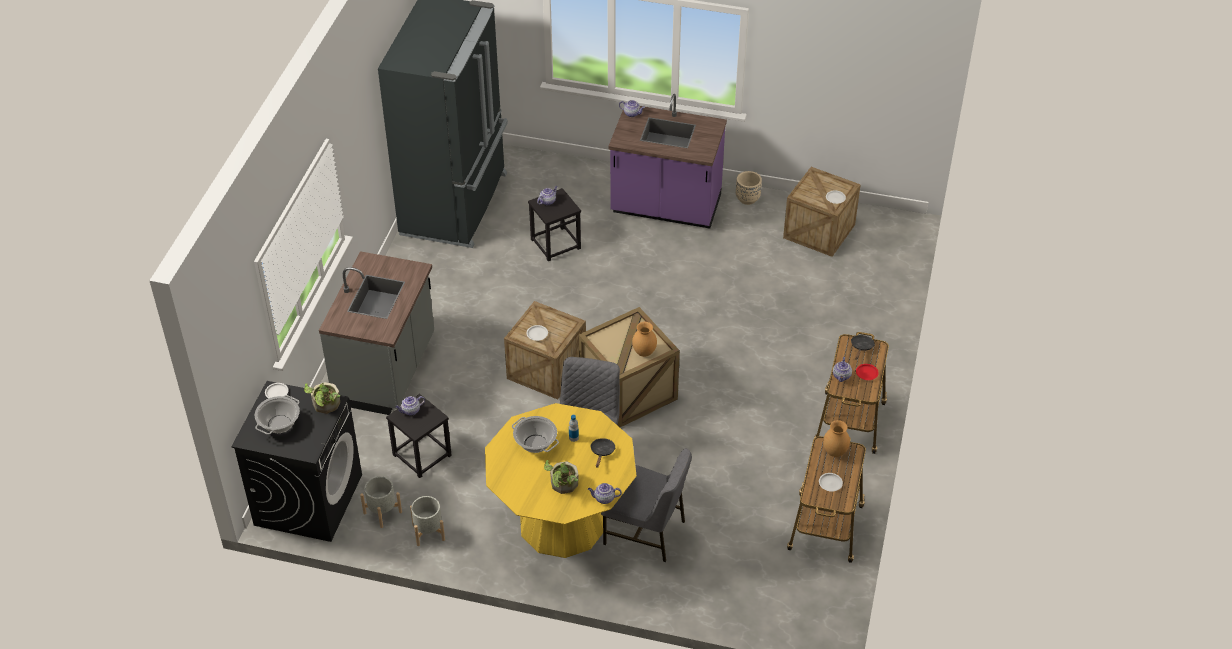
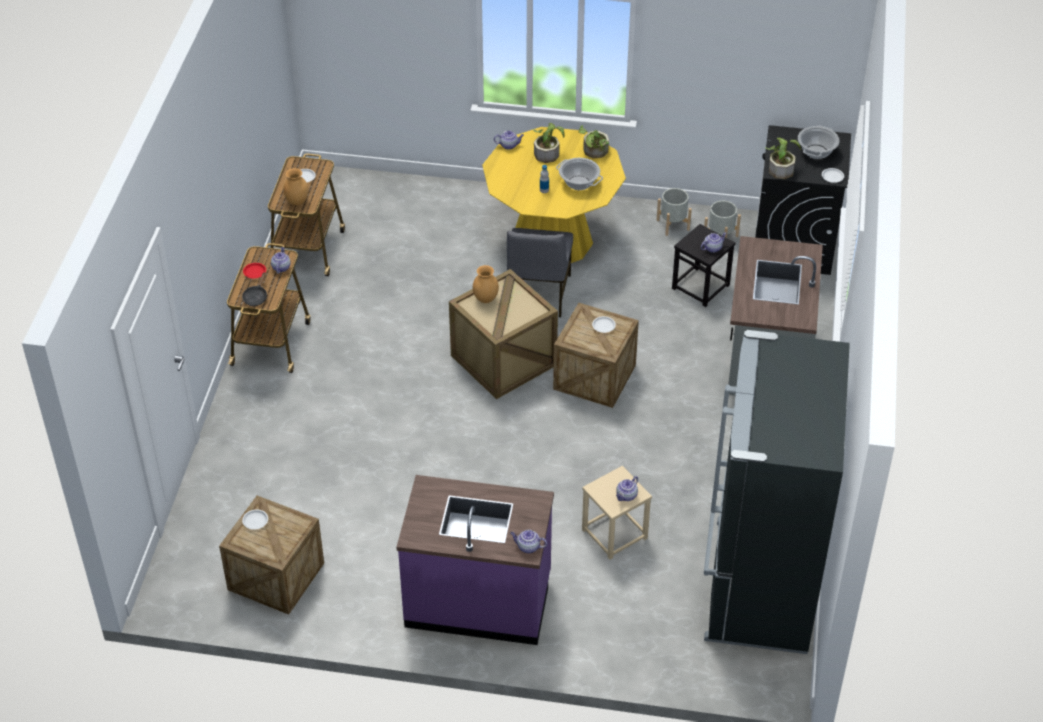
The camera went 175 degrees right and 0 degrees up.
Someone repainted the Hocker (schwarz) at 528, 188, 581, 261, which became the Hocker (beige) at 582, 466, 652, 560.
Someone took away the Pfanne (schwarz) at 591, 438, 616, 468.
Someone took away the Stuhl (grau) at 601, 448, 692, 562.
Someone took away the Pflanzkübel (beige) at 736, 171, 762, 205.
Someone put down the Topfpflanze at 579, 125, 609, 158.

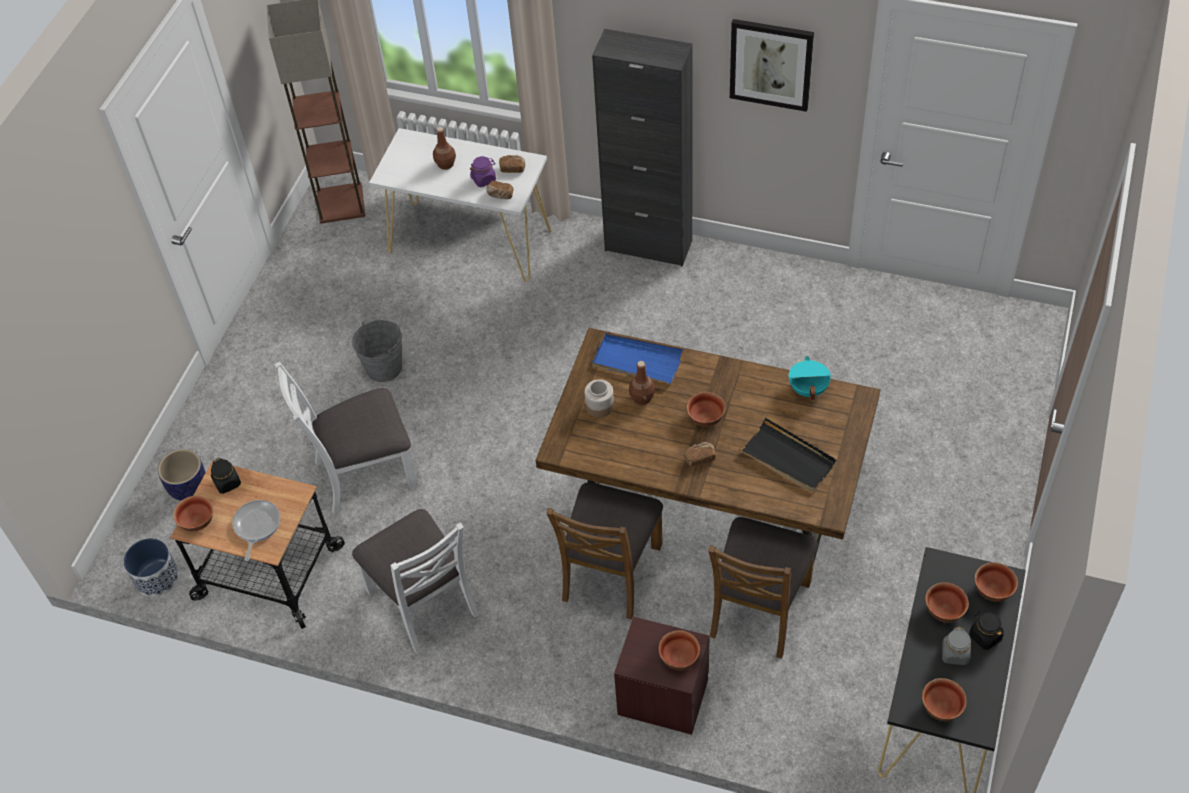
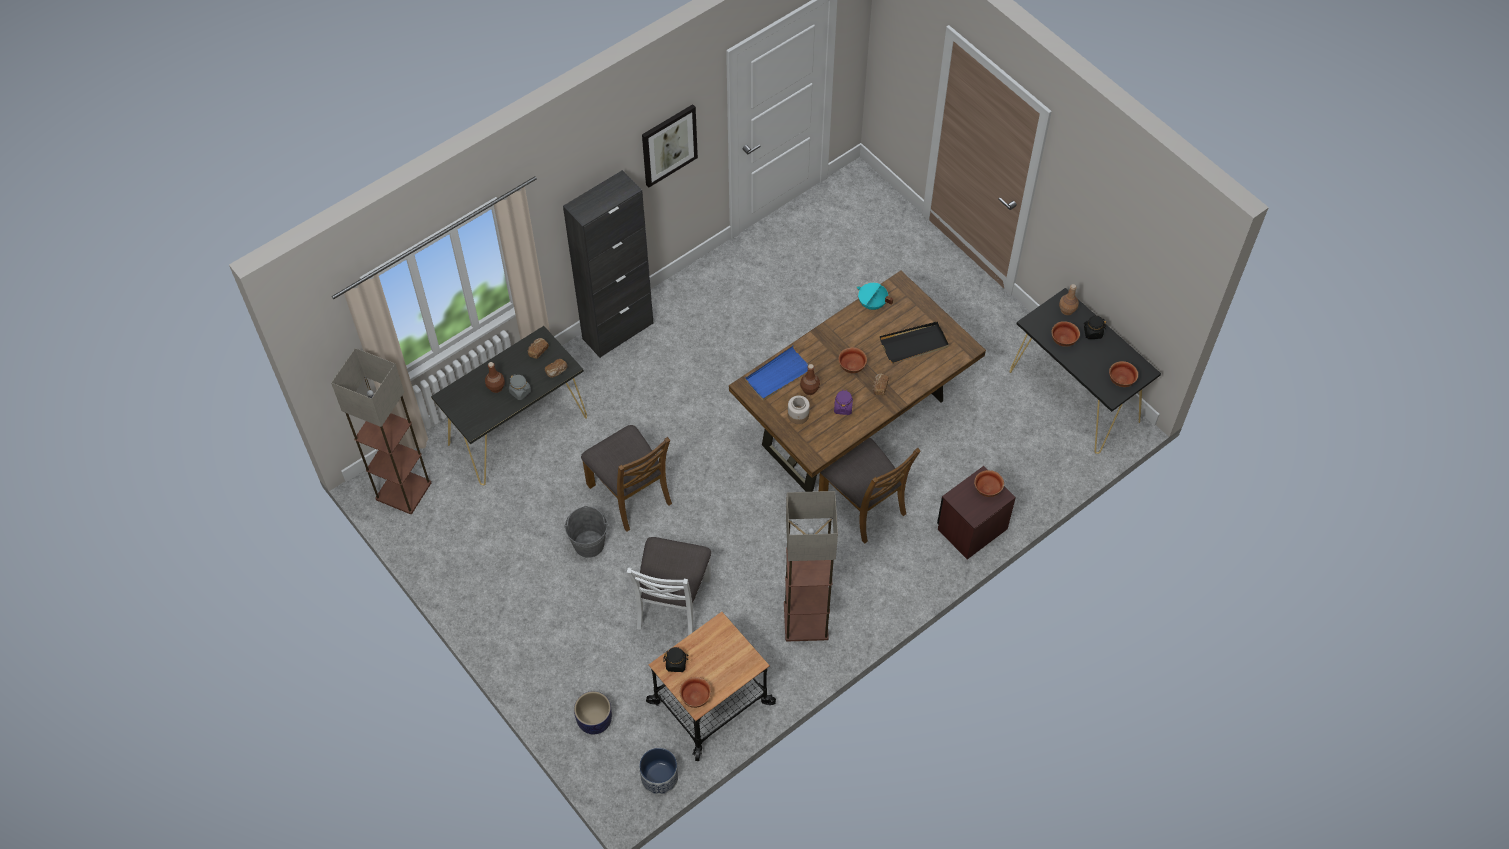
The camera went 60 degrees left and 5 degrees up.
Someone took away the Pfanne at 232, 500, 280, 561.
Someone swapped the Stuhl (weiß) at 352, 509, 479, 654 for the Stehlampe at 784, 491, 838, 641.
Someone repainted the Konsolentisch (weiß) at 369, 128, 551, 282, which became the Konsolentisch (schwarz) at 431, 326, 587, 485.
Someone carried the Vorratsglas (lila) from 470, 156, 496, 187 to 834, 390, 853, 415.
Someone carried the Stuhl (braun) from 708, 517, 818, 659 to 581, 425, 672, 532.
Someone carried the Vorratsglas (grau) from 942, 627, 971, 665 to 509, 375, 531, 400.
Someone swapped the Schüssel at 974, 562, 1018, 602 for the Flasche (braun) at 1059, 284, 1079, 315.

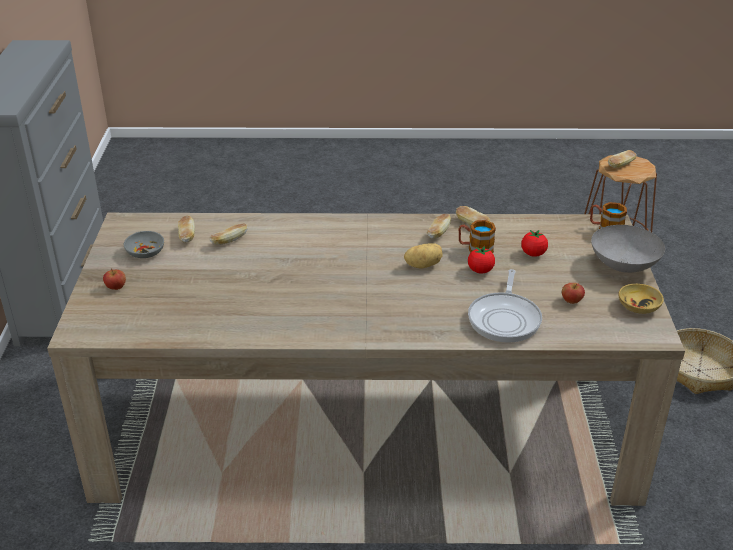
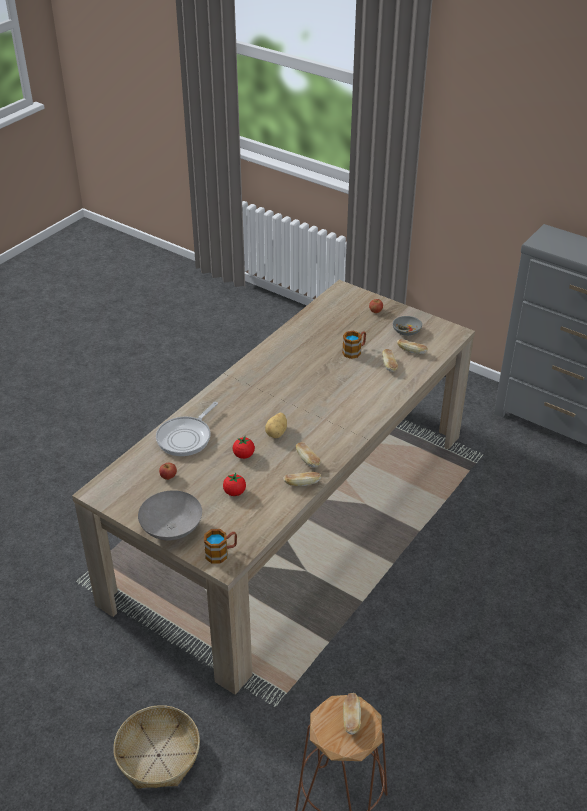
The camera went 125 degrees right and 5 degrees up.
Someone carried the Henkelbecher from 459, 220, 496, 253 to 342, 331, 366, 359.
Someone rotated the Pfanne at 468, 269, 542, 343 by 105 degrees counterclockwise.
Someone took away the Schüssel (beige) at 618, 284, 664, 314.

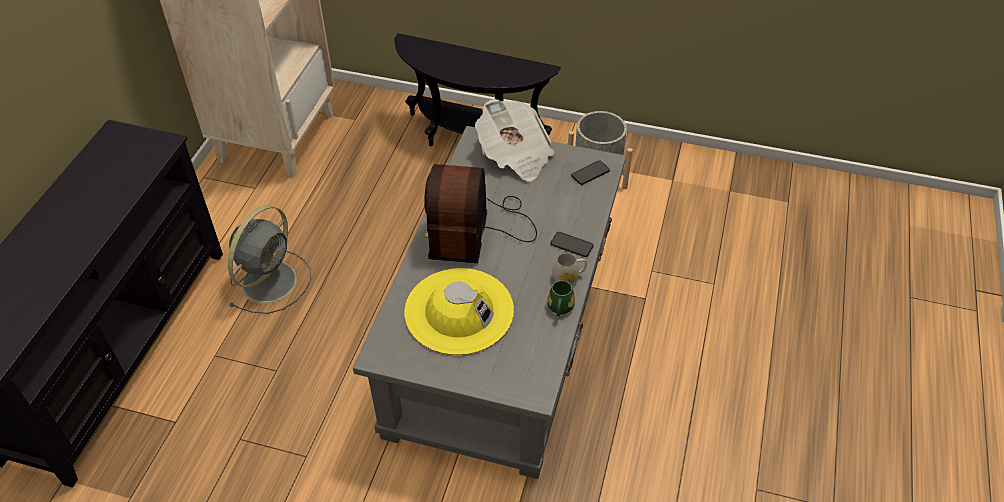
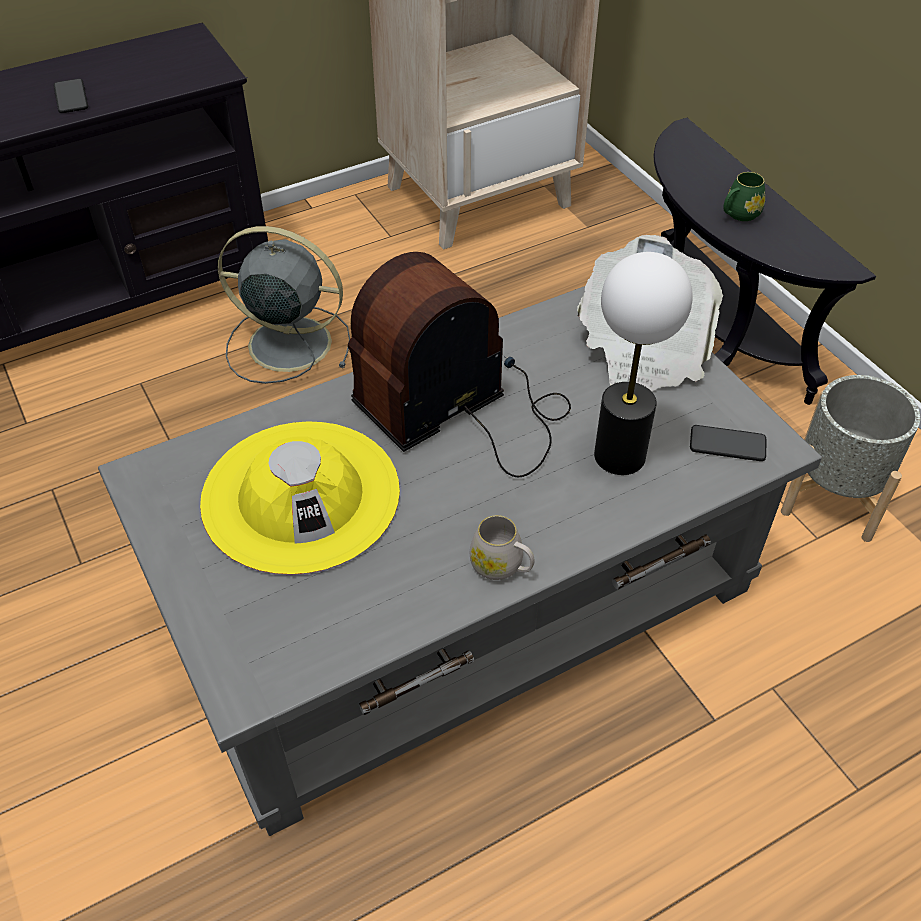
The camera went 45 degrees right and 0 degrees up.
Someone rotated the Ventilator (grau) at 228, 206, 311, 314 by 150 degrees counterclockwise.
Someone carried the Henkelbecher (grün) from 547, 281, 575, 316 to 723, 172, 765, 221.
Someone carried the Handy from 550, 232, 594, 257 to 54, 79, 88, 113.
Someone put down the Tischlampe at 594, 252, 693, 475.

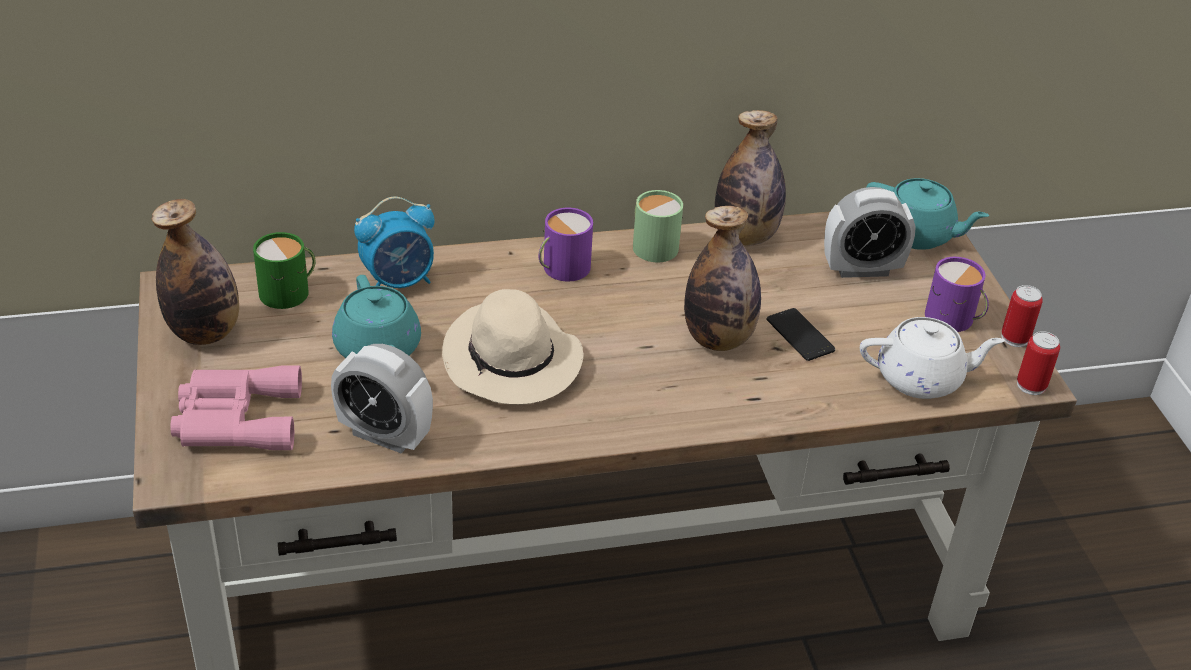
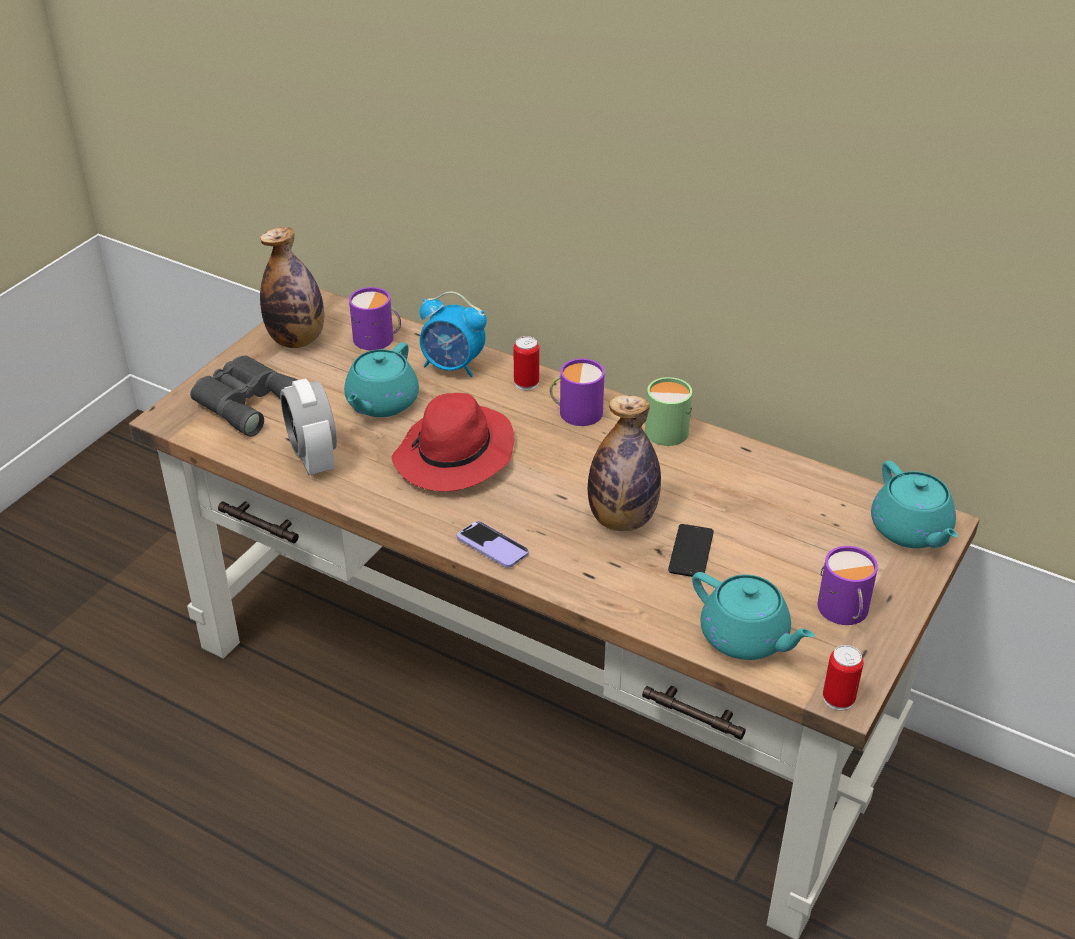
The camera went 45 degrees right and 0 degrees up.
Someone repainted the Fernglas (rosa) at 170, 366, 302, 450, which became the Fernglas (grau) at 190, 356, 297, 437.
Someone repainted the Henkelbecher (grün) at 253, 232, 315, 309, which became the Henkelbecher (lila) at 349, 287, 401, 350.
Someone repainted the Hut (beige) at 442, 289, 583, 405, which became the Hut (rot) at 392, 393, 514, 491.
Someone took away the Flasche at 715, 110, 786, 246.
Someone took away the Wecker at 824, 187, 916, 278.
Someone repainted the Teekanne (weiß) at 860, 317, 1005, 399, which became the Teekanne (türkis) at 692, 572, 815, 660.
Someone carried the Dose from 1001, 285, 1043, 347 to 513, 336, 539, 390.
Someone put down the Handy at 457, 521, 529, 568.

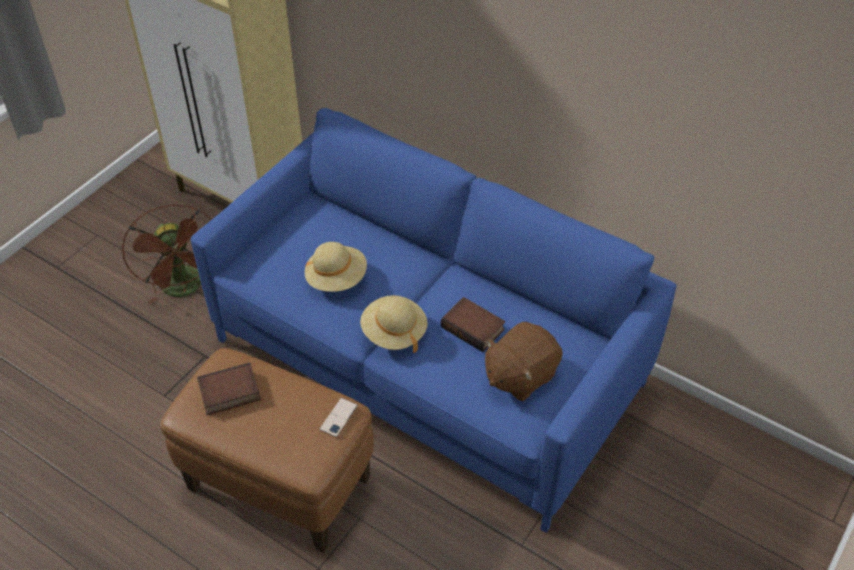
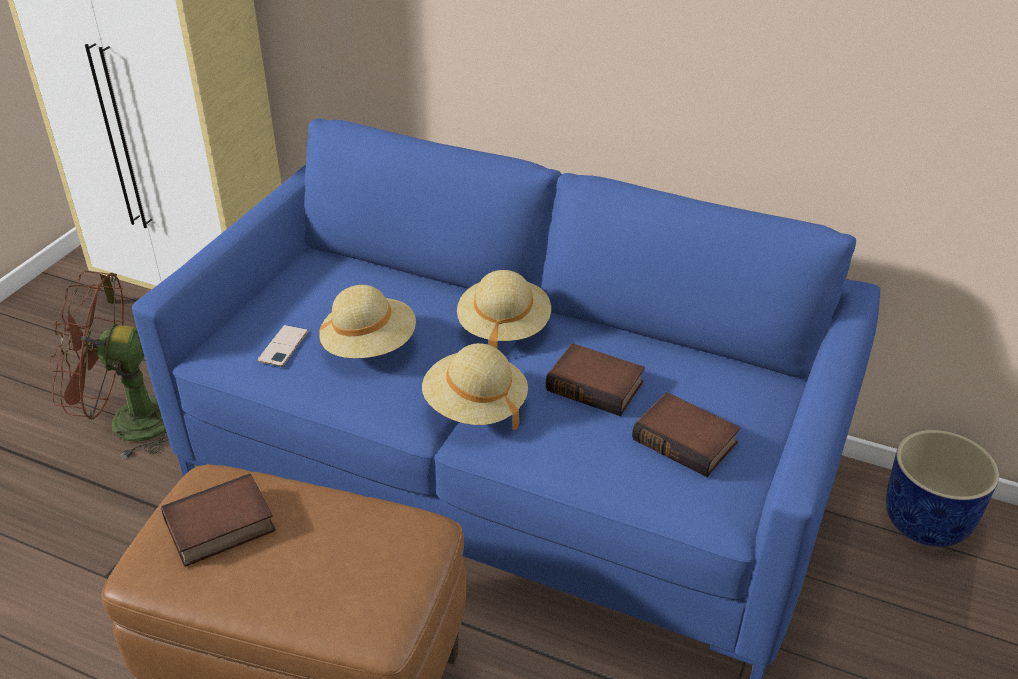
The camera went 10 degrees left and 10 degrees down.
Someone rotated the Ventilator (braun) at 122, 205, 212, 304 by 120 degrees clockwise.
Someone carried the Handy from 319, 398, 358, 437 to 257, 325, 309, 367.
Someone swapped the Plüschtier (braun) at 485, 322, 563, 402 for the Buch at 632, 392, 740, 477.
Someone put down the Hut (beige) at 457, 270, 551, 348.
Someone put down the Pflanzkübel (blau) at 886, 430, 999, 547.

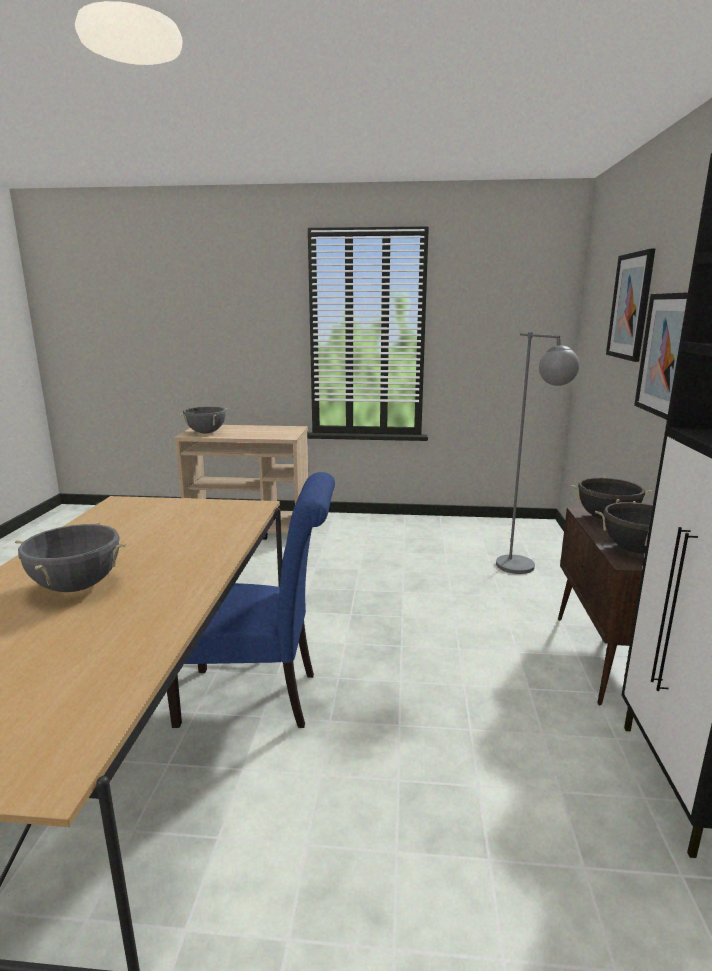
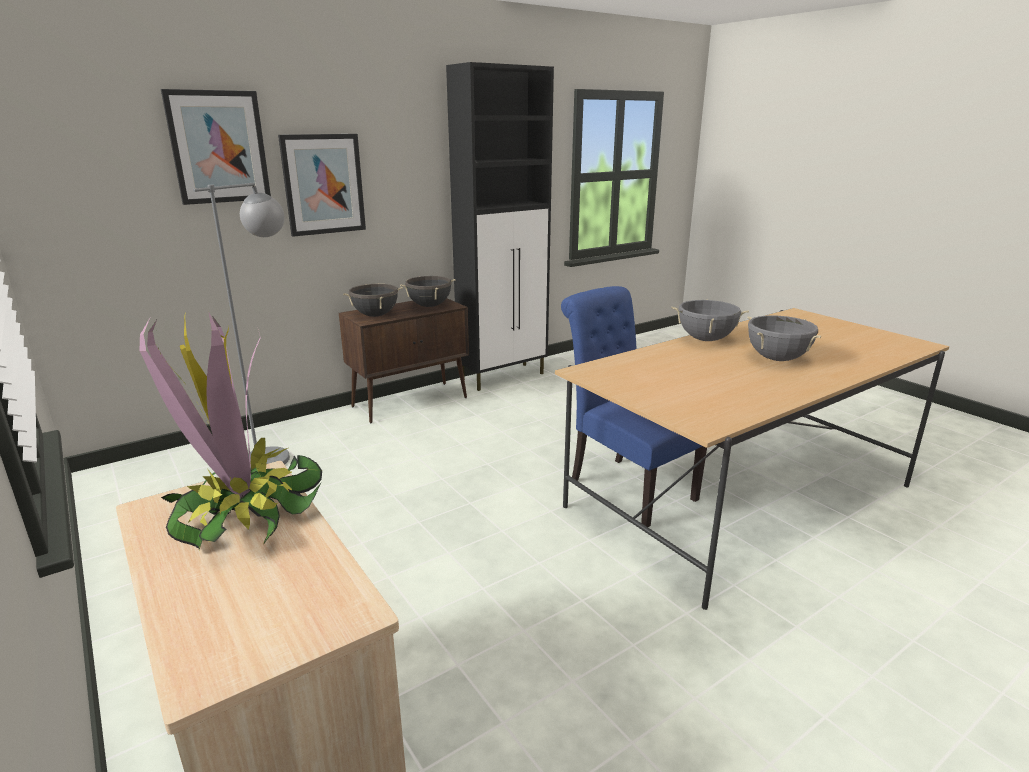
The camera went 130 degrees left and 5 degrees up.
Someone carried the Kochtopf (grau) from 180, 407, 228, 433 to 671, 299, 749, 341.
Someone put down the Topfpflanze at 140, 310, 322, 550.

